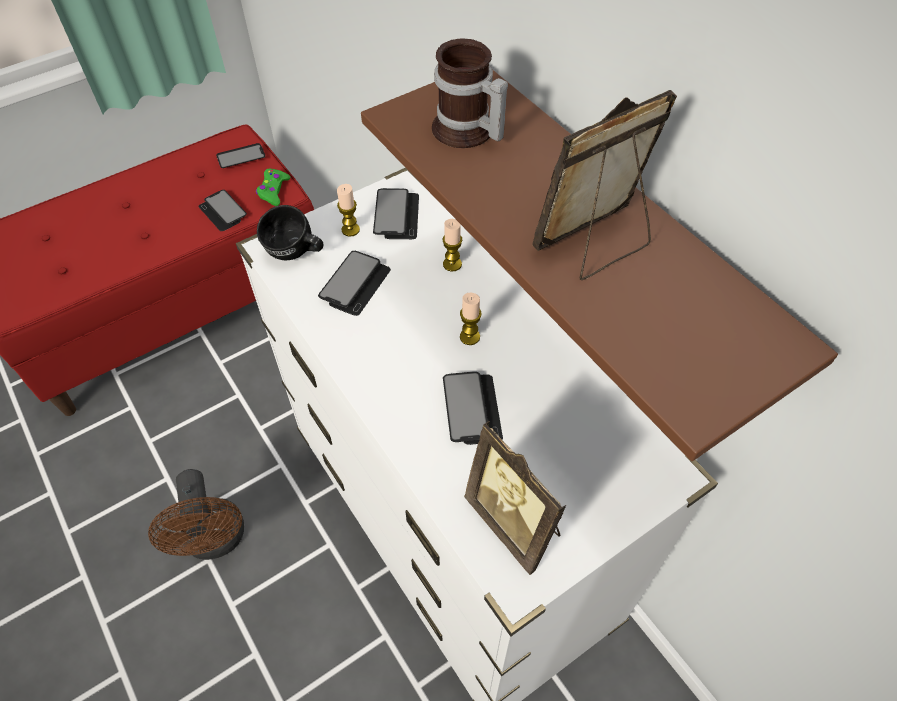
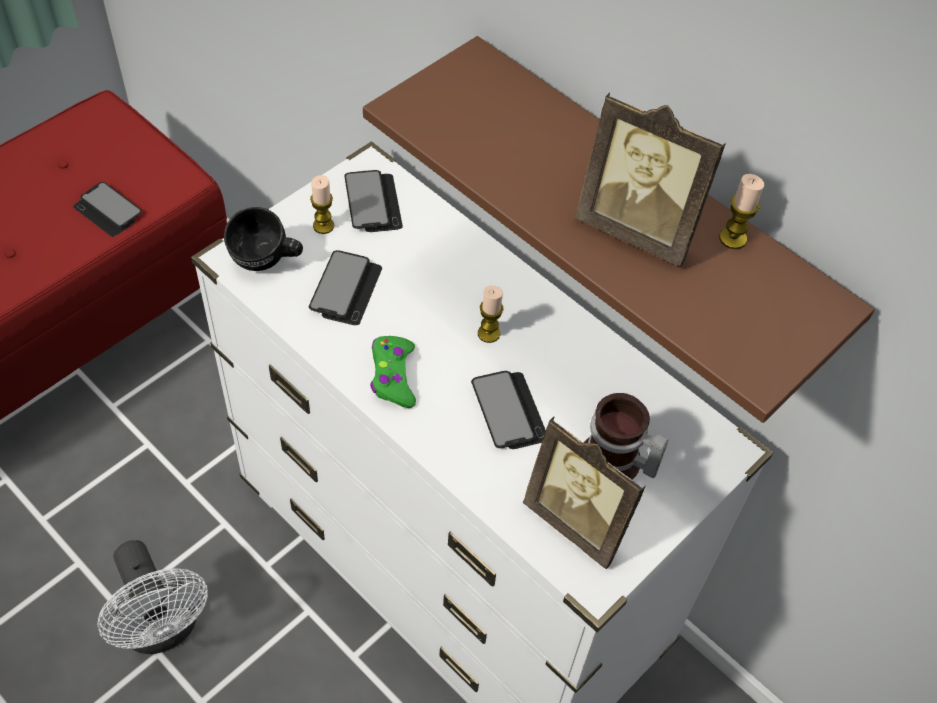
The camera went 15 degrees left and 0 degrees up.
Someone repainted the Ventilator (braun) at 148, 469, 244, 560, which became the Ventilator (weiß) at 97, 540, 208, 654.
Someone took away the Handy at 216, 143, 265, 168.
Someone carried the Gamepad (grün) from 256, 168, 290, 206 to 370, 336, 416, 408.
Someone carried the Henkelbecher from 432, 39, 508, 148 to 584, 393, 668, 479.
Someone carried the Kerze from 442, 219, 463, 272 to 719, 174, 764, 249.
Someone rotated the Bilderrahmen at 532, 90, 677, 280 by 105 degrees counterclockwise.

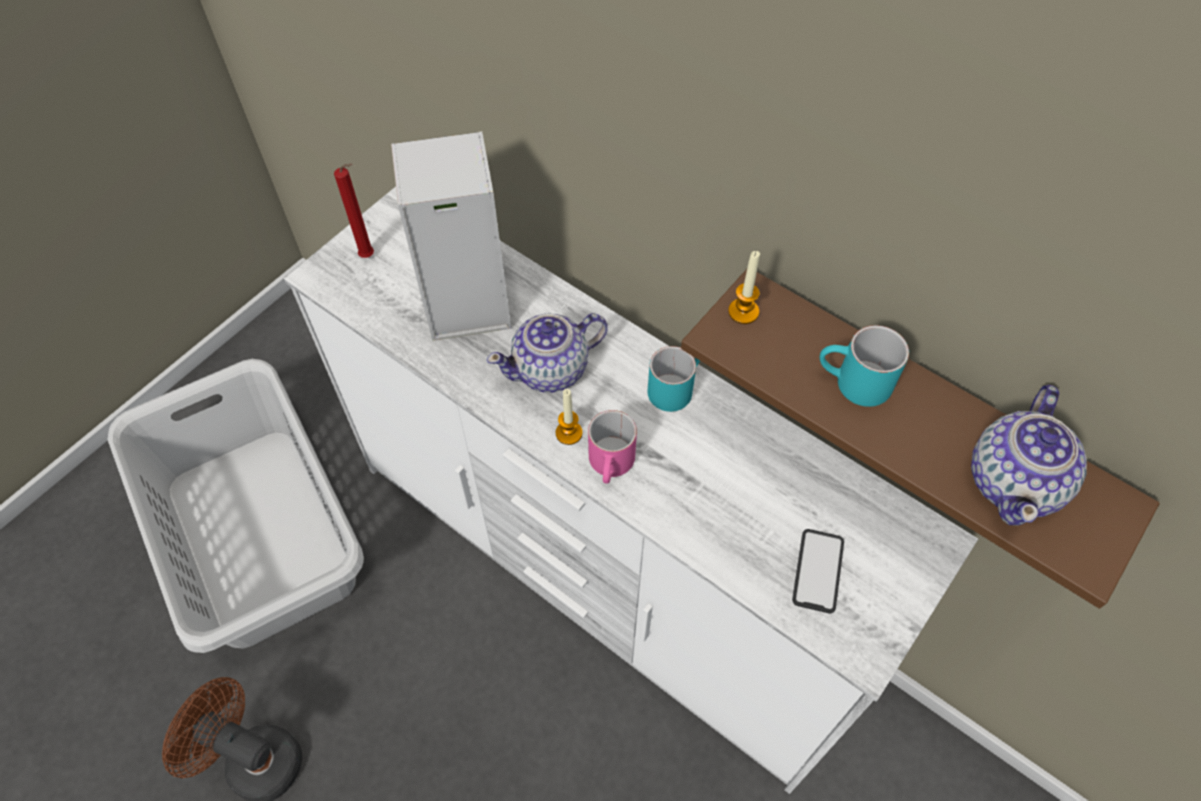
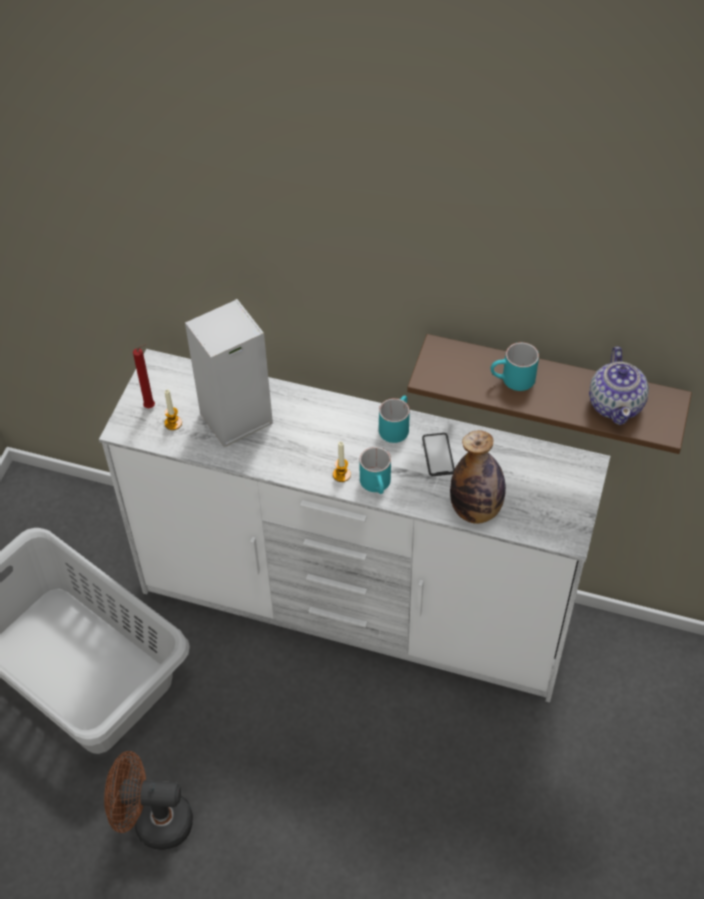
The camera went 20 degrees left and 5 degrees down.
Someone took away the Teekanne at 487, 313, 608, 392.
Someone repainted the Henkelbecher (rosa) at 588, 410, 637, 484, which became the Henkelbecher (türkis) at 359, 447, 391, 494.
Someone carried the Kerze from 728, 251, 760, 324 to 164, 390, 182, 430.
Someone carried the Handy from 792, 529, 844, 614 to 422, 433, 455, 476.
Someone put down the Flasche at 450, 430, 506, 524.

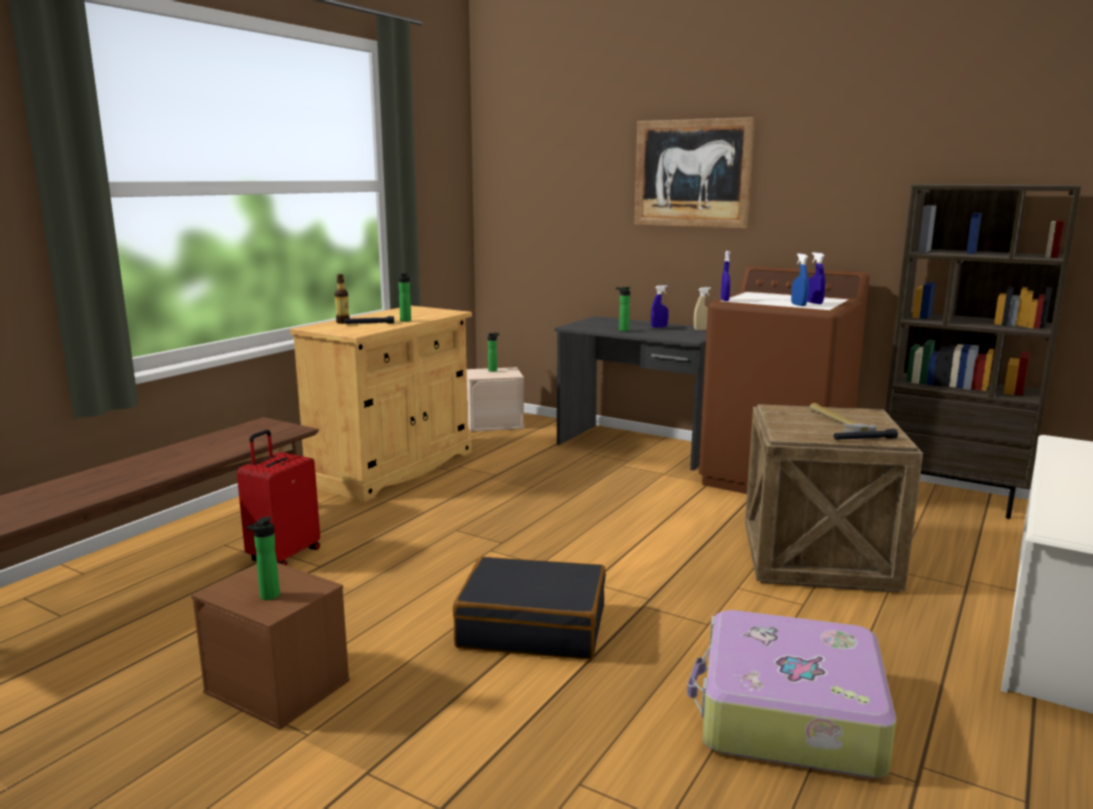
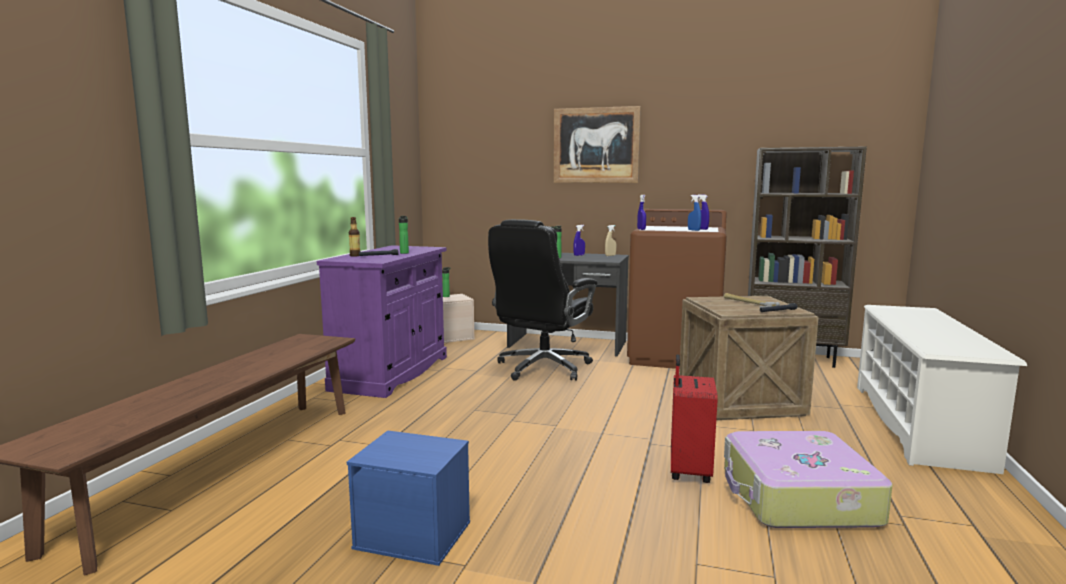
The camera went 15 degrees left and 5 degrees down.
Someone repainted the Aufbewahrungsbox (braun) at 191, 563, 350, 730, which became the Aufbewahrungsbox (blau) at 347, 430, 470, 566.
Someone carried the Koffer (rot) from 237, 430, 320, 566 to 671, 354, 718, 483.
Someone took away the Flasche at 246, 516, 280, 600.
Someone repainted the Schrank (beige) at 290, 306, 472, 502, which became the Schrank (lila) at 317, 245, 447, 398.
Someone took away the Koffer (schwarz) at 453, 557, 606, 659.
Someone put down the Bürostuhl (schwarz) at 488, 219, 598, 381.

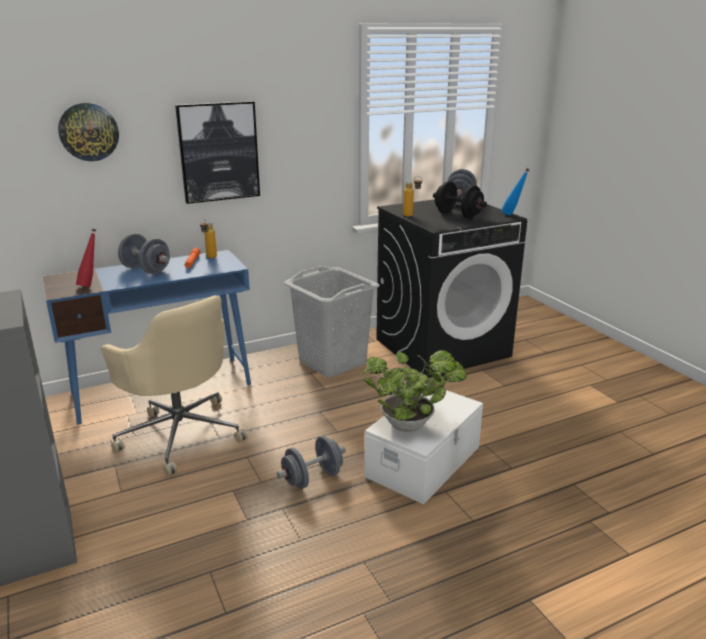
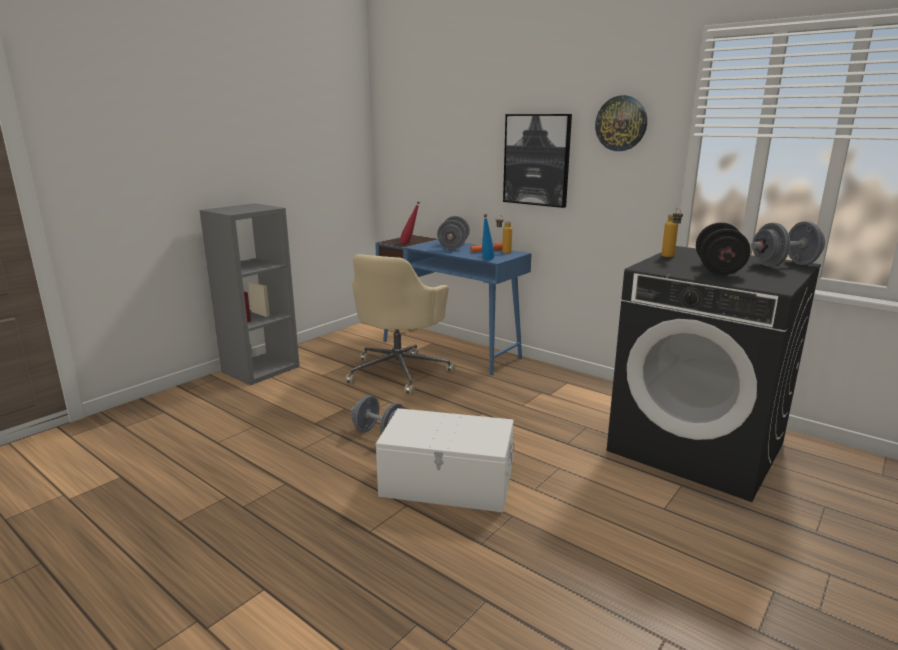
The camera went 65 degrees right and 5 degrees down.
Someone carried the Wanduhr from 58, 103, 119, 161 to 595, 95, 647, 151.
Someone took away the Wäschekorb (grau) at 284, 266, 380, 378.
Someone took away the Topfpflanze at 362, 350, 467, 432.
Someone carried the Flasche (blau) from 501, 168, 530, 215 to 482, 214, 494, 260.

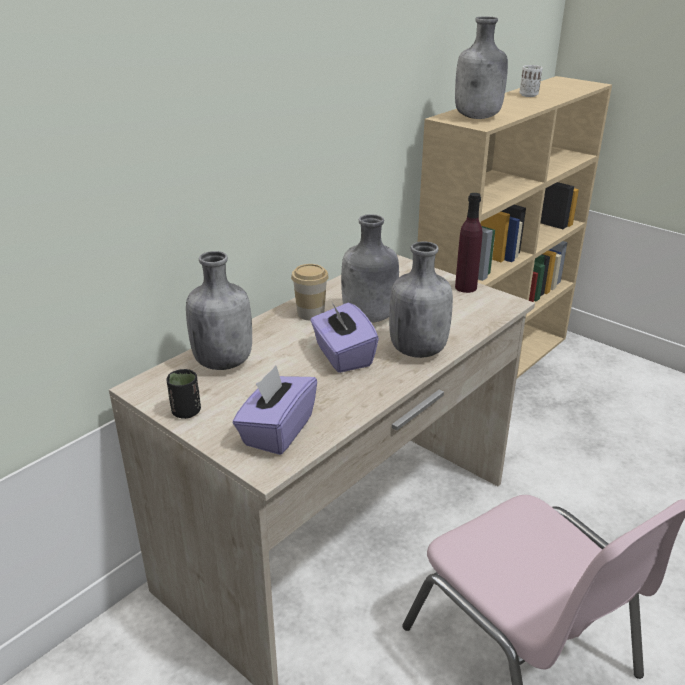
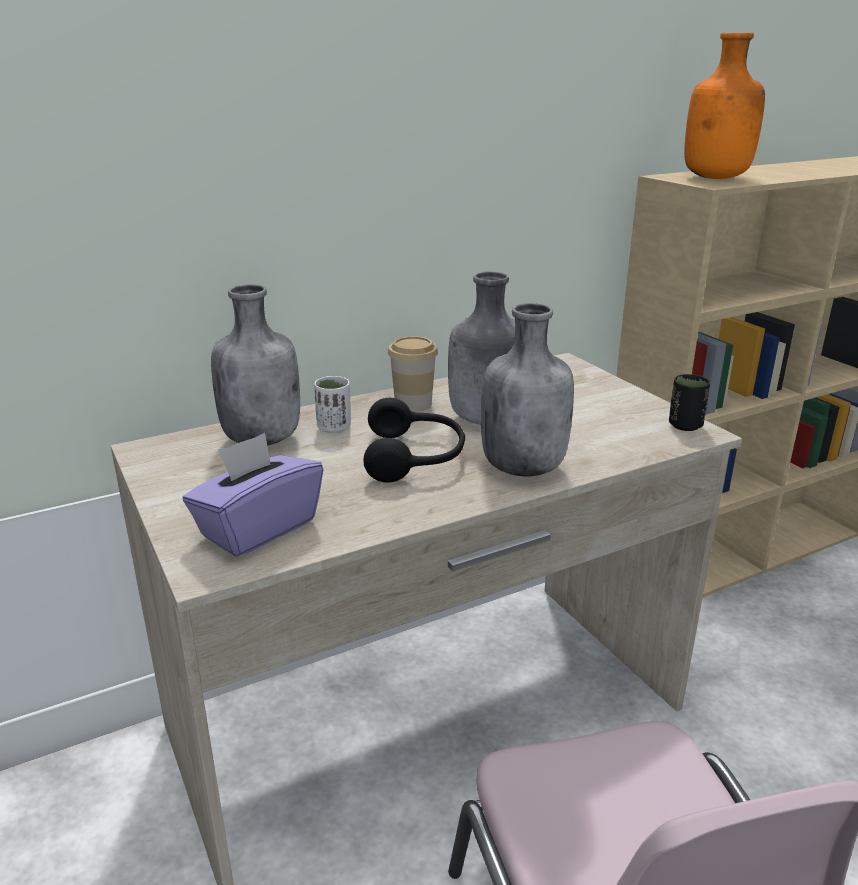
The camera went 20 degrees right and 5 degrees down.
Someone carried the Tasse (schwarz) from 166, 369, 201, 419 to 669, 374, 710, 431.
Someone swapped the Taschentuchbox (lila) at 310, 303, 379, 373 for the Kopfhörer (schwarz) at 363, 398, 465, 483.
Someone repainted the Flasche (grau) at 455, 16, 508, 119, which became the Flasche (orange) at 684, 33, 765, 179.
Someone took away the Flasche (lila) at 455, 193, 483, 293.
Someone carried the Tasse (weiß) from 520, 65, 542, 97 to 314, 376, 351, 433.

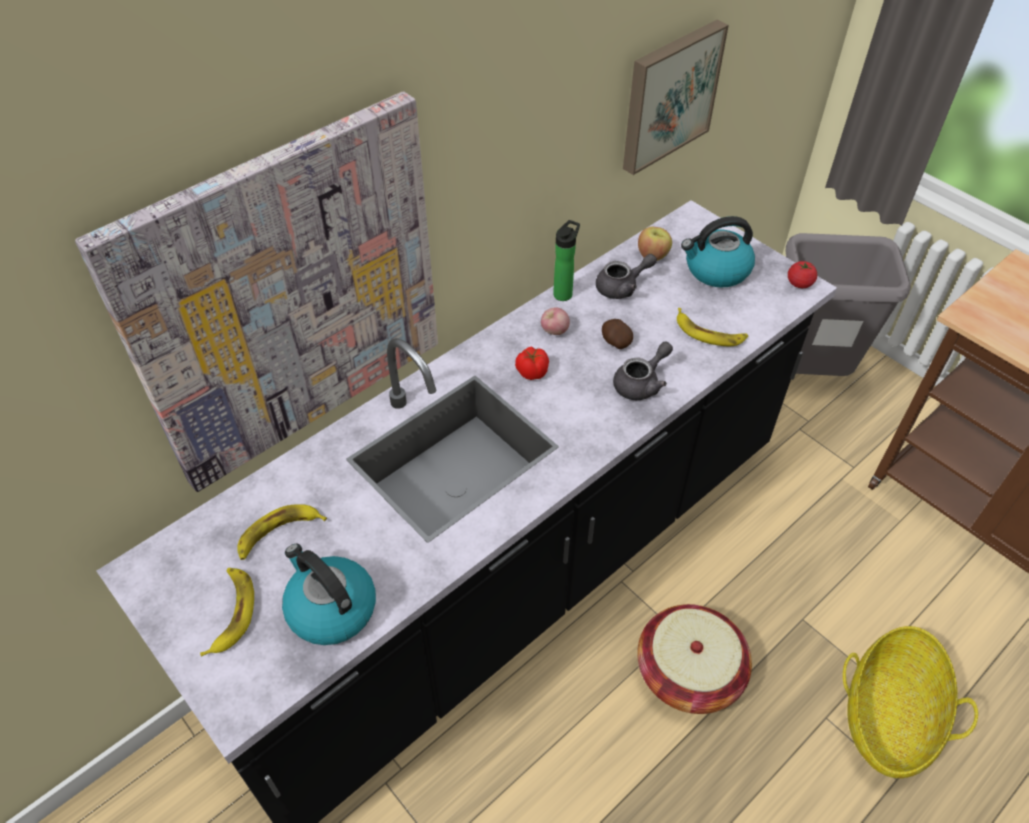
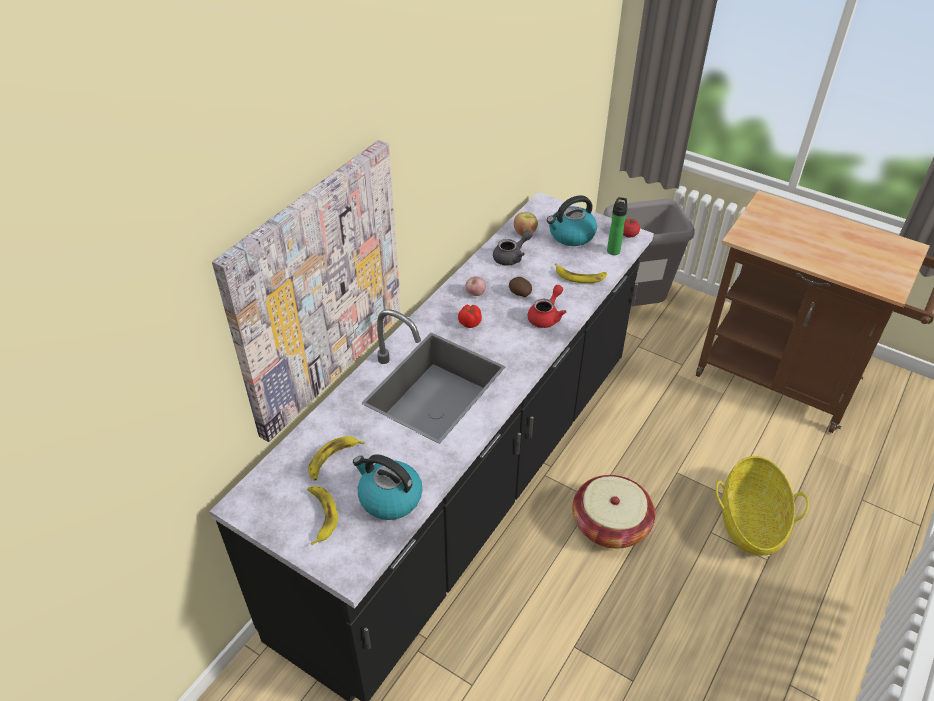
The camera went 15 degrees left and 5 degrees down.
Someone carried the Flasche from 553, 220, 580, 301 to 607, 197, 627, 255.
Someone repainted the Teekanne (grau) at 613, 342, 673, 400, which became the Teekanne (rot) at 527, 285, 566, 328.
Someone took away the Bild at 623, 20, 729, 175.

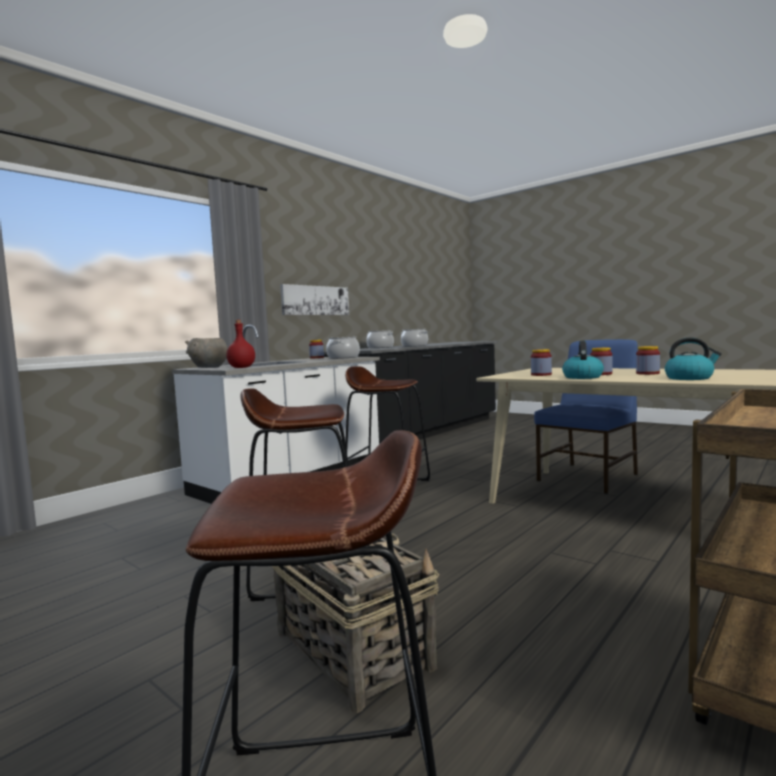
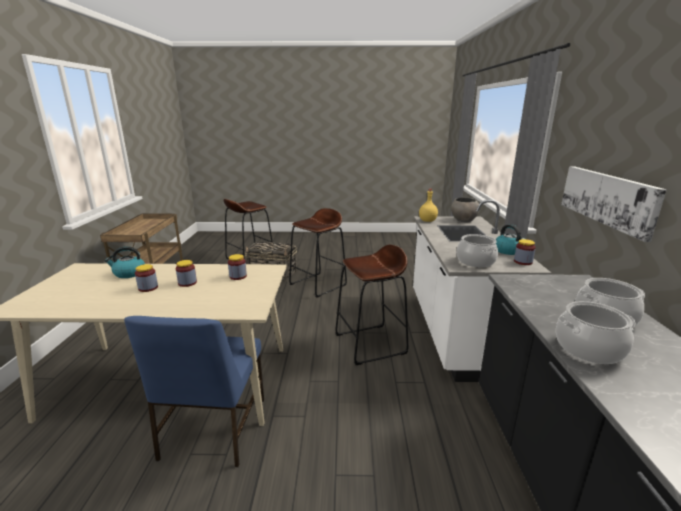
The camera went 140 degrees right and 15 degrees up.
Someone repainted the Flasche (rot) at 226, 320, 255, 368, which became the Flasche (gelb) at 419, 189, 438, 222.
Someone carried the Wasserkessel from 562, 341, 604, 379 to 496, 224, 525, 255.

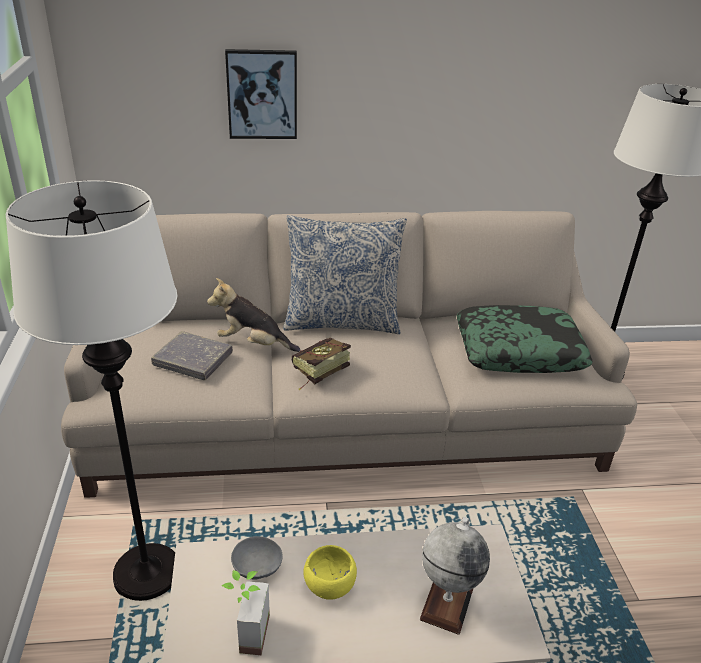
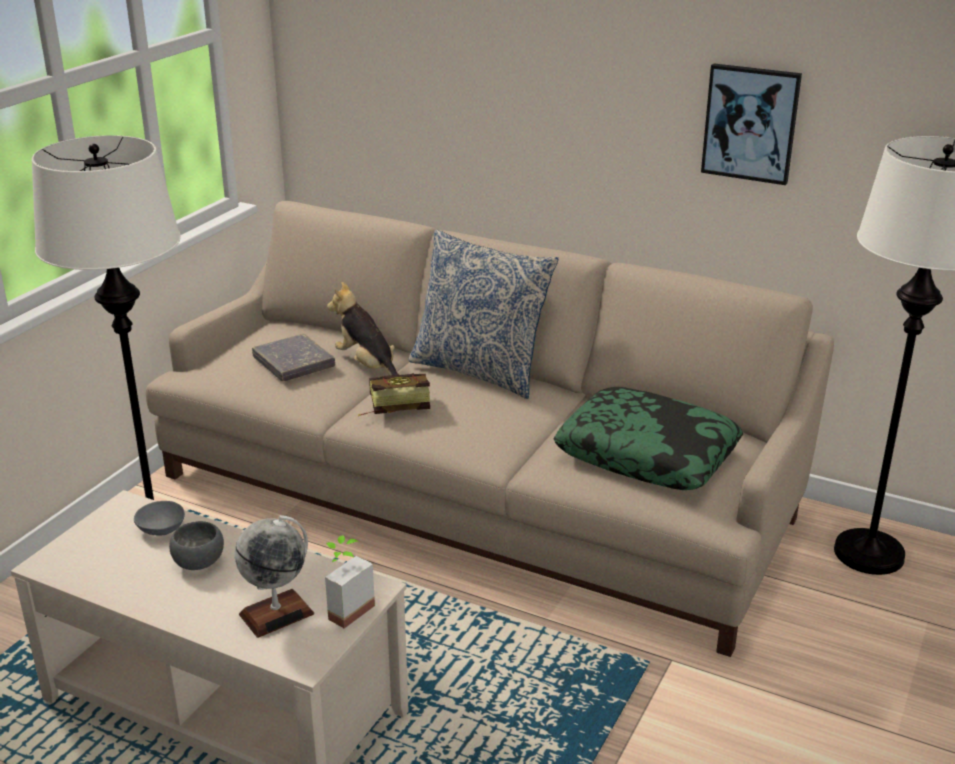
The camera went 35 degrees right and 5 degrees down.
Someone carried the Topfpflanze from 221, 570, 270, 656 to 325, 535, 375, 629.
Someone carried the Bild from 225, 49, 297, 139 to 701, 63, 802, 185.
Someone repainted the Schüssel (gelb) at 303, 545, 357, 600, which became the Schüssel (grau) at 169, 521, 224, 570.

